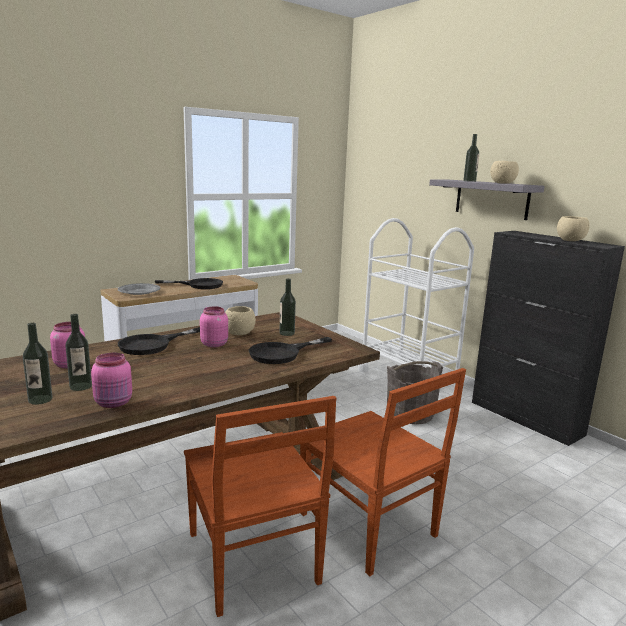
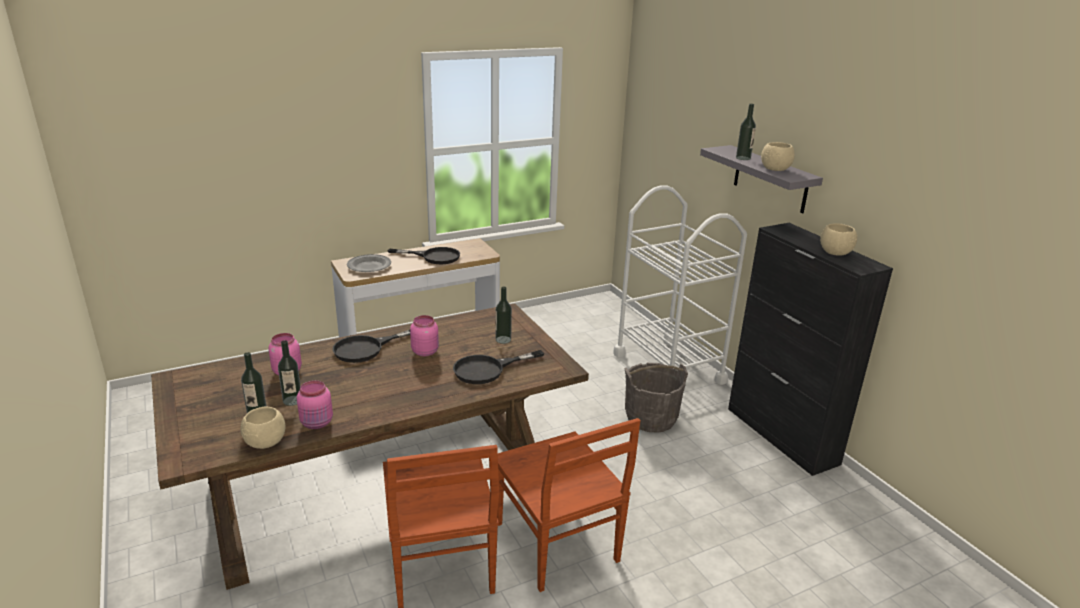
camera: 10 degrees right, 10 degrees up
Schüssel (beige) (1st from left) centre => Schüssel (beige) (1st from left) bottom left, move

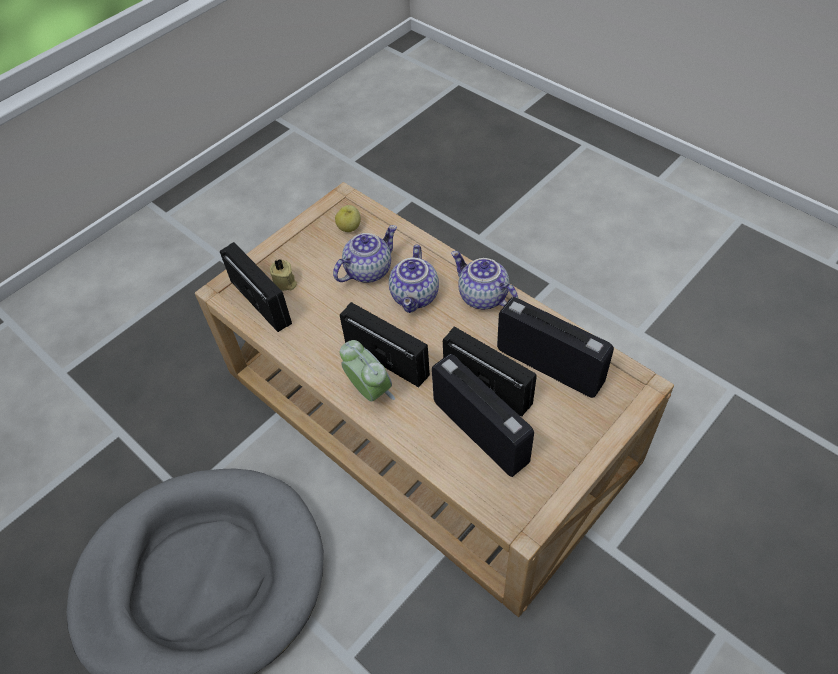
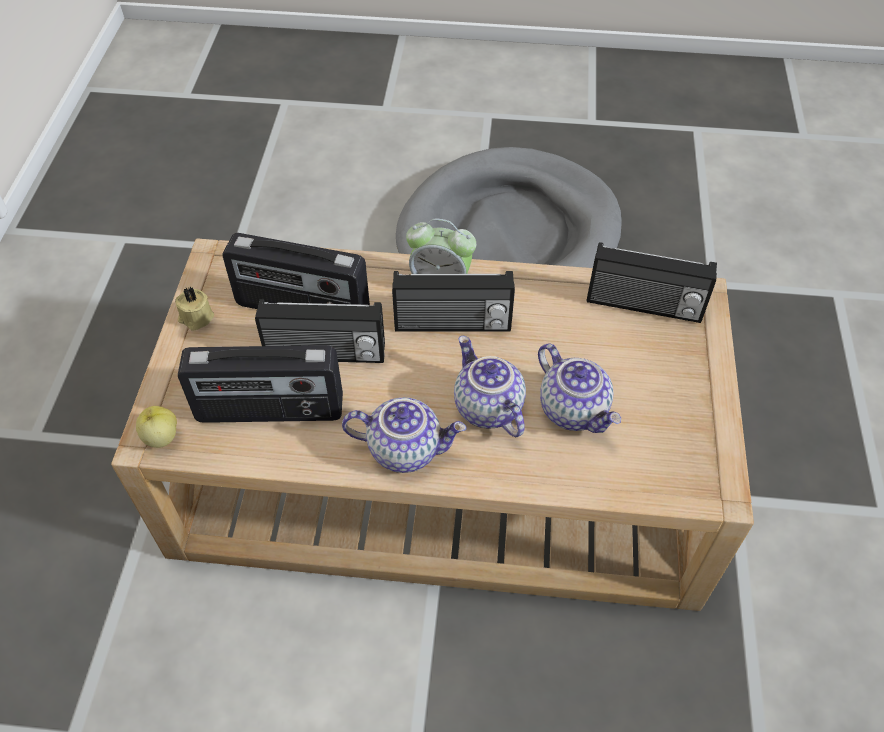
camera: 140 degrees right, 0 degrees up
Kerze (beige) centre => Kerze (beige) middle left, move
Teekanne (1st from left in the first image) centre => Teekanne (3rd from left) centre, 45 degrees counterclockwise
Apfel top centre => Apfel middle left, move

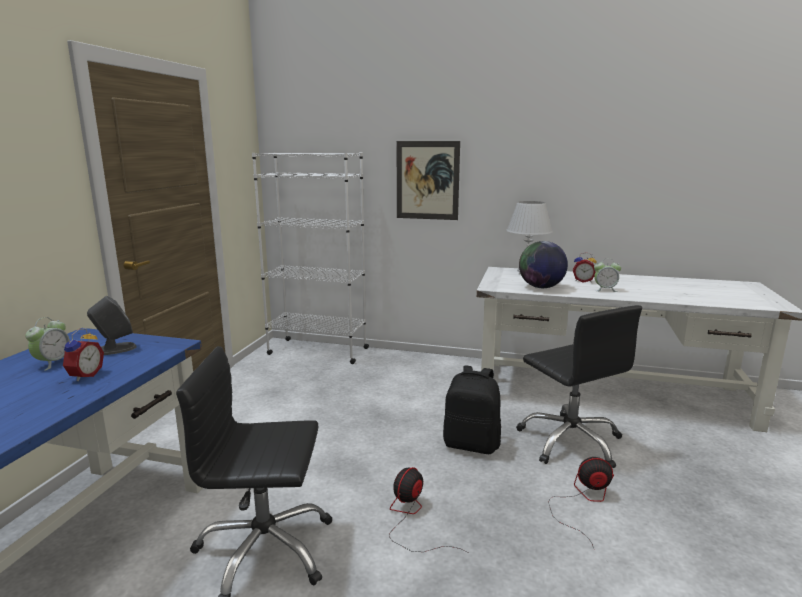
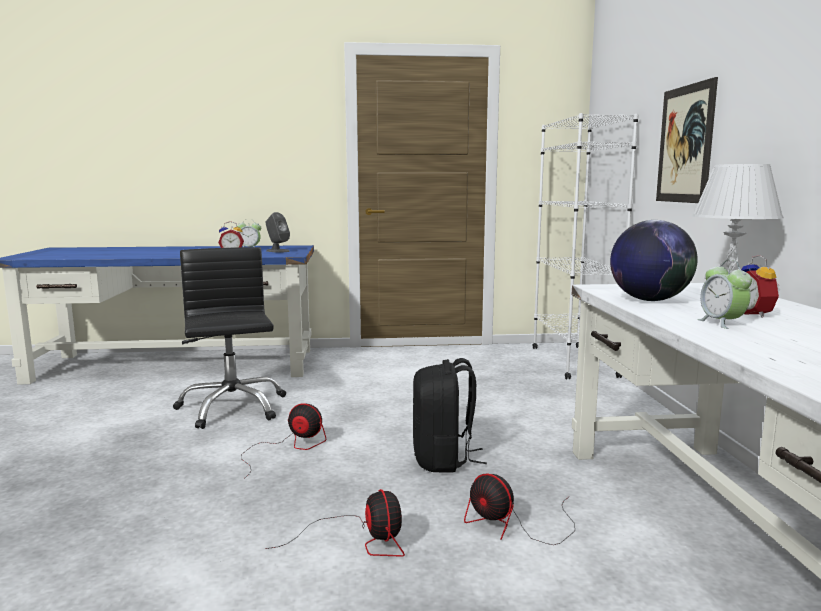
camera: 70 degrees right, 5 degrees down
Bürostuhl (schwarz) (2nd from left) middle right => Ventilator (3rd from left) bottom centre

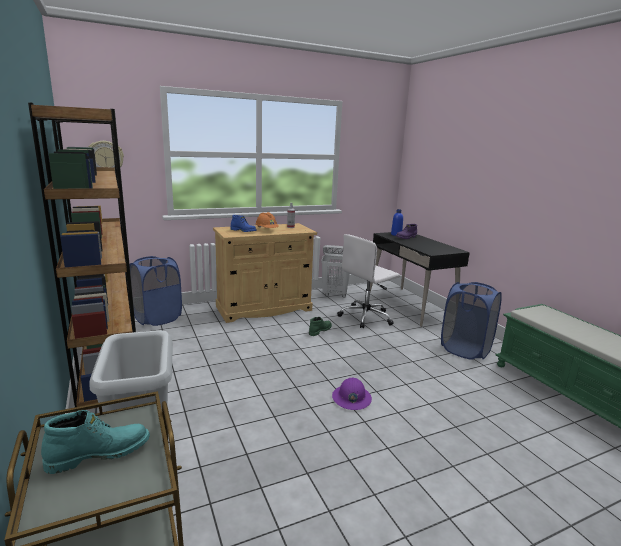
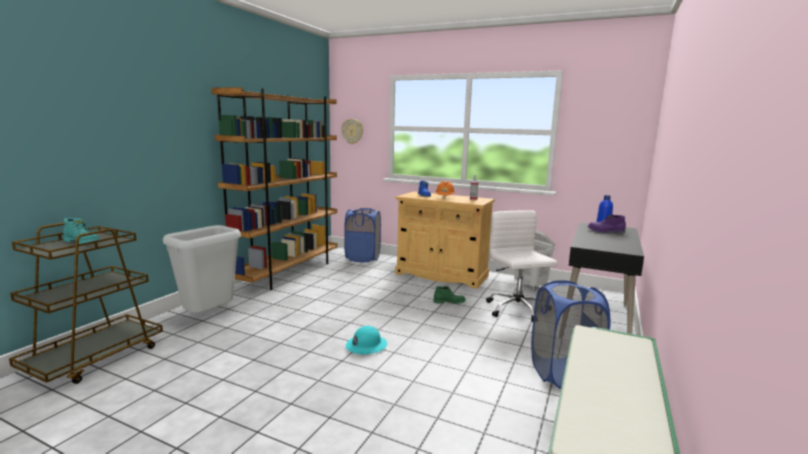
camera: 50 degrees right, 5 degrees down
Schutzhelm (lila) bottom centre => Schutzhelm (türkis) bottom centre
Bürostuhl (weiß) centre, 60 degrees clockwise

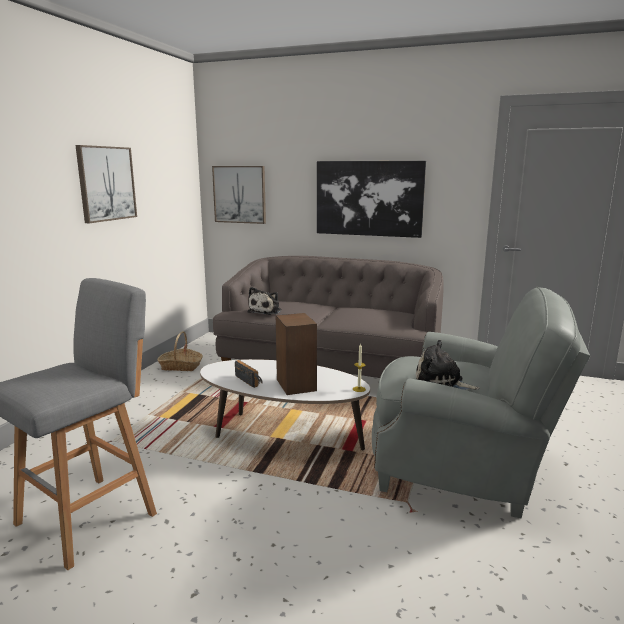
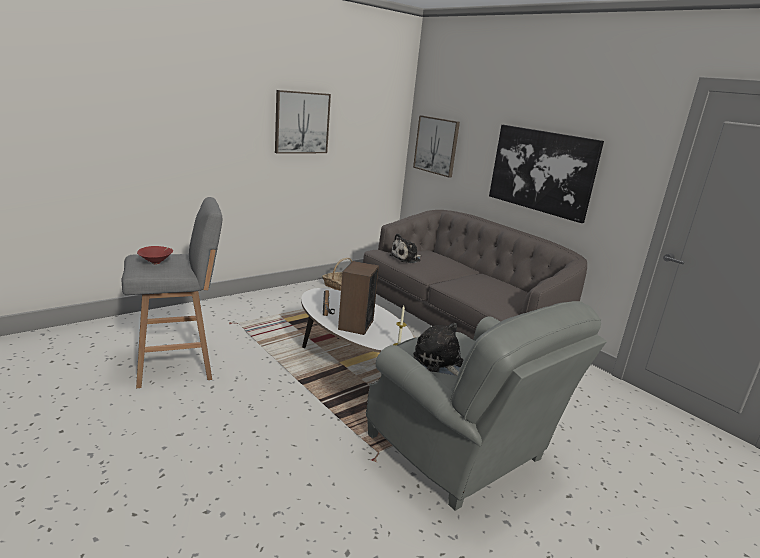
camera: 30 degrees right, 5 degrees up
nothing => Schüssel (rot) middle left

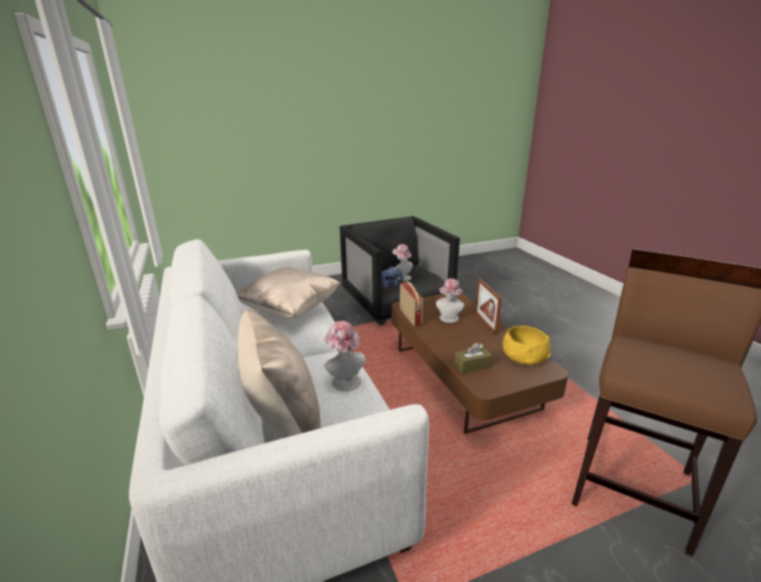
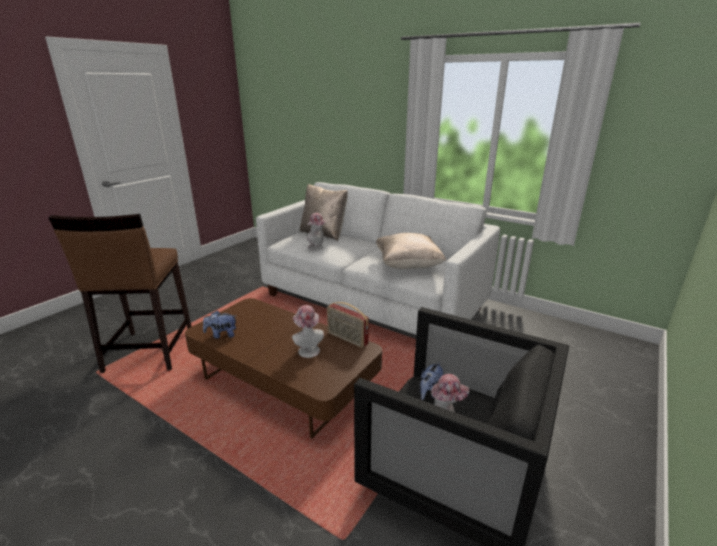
camera: 145 degrees right, 0 degrees up
Taschentuchbox (braun) centre => nothing
Bilderrahmen centre => nothing
Schüssel (gelb) middle right => Plüschtier (1st from left) middle left

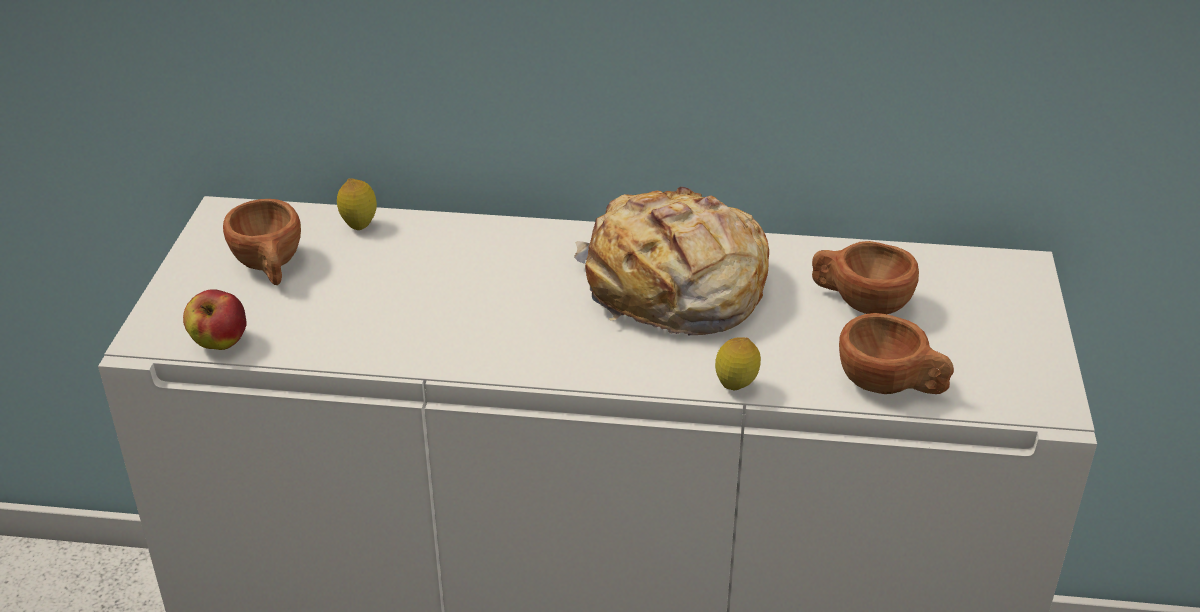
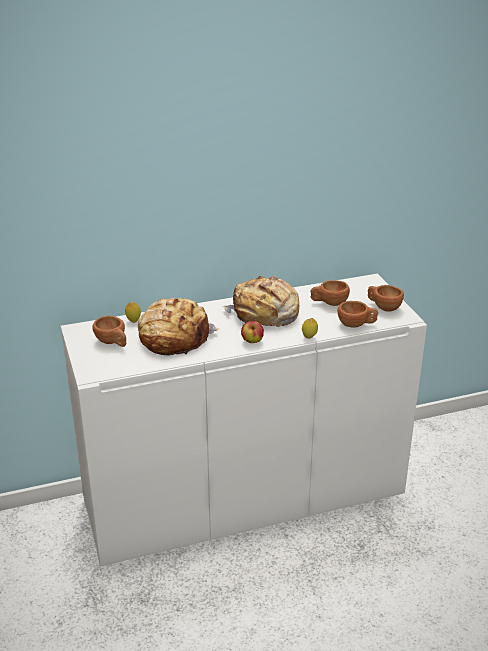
camera: 25 degrees left, 5 degrees down
Apfel middle left => Apfel centre, move
nothing => Brot (1st from left) centre
nothing => Tasse (braun) (4th from left) middle right

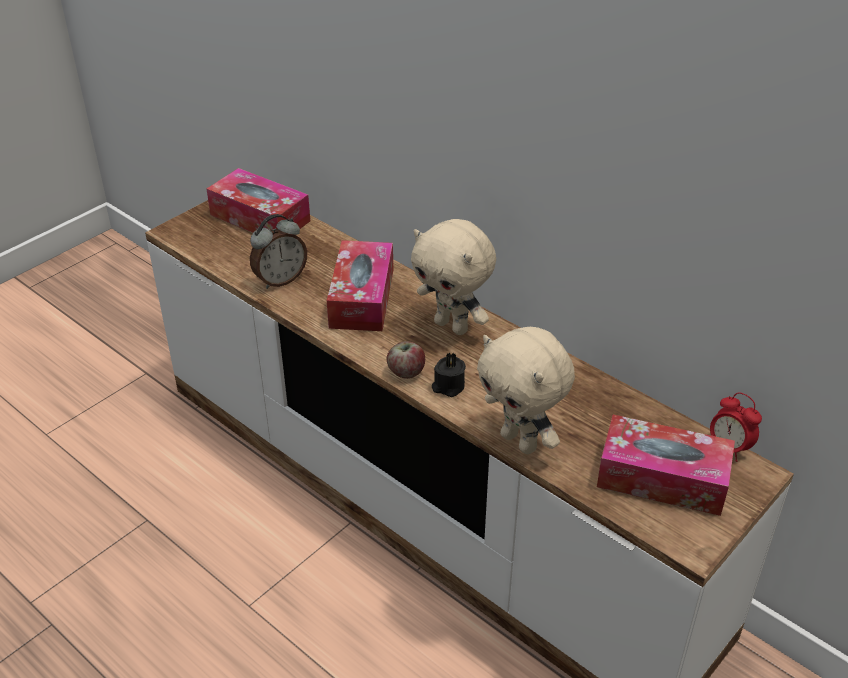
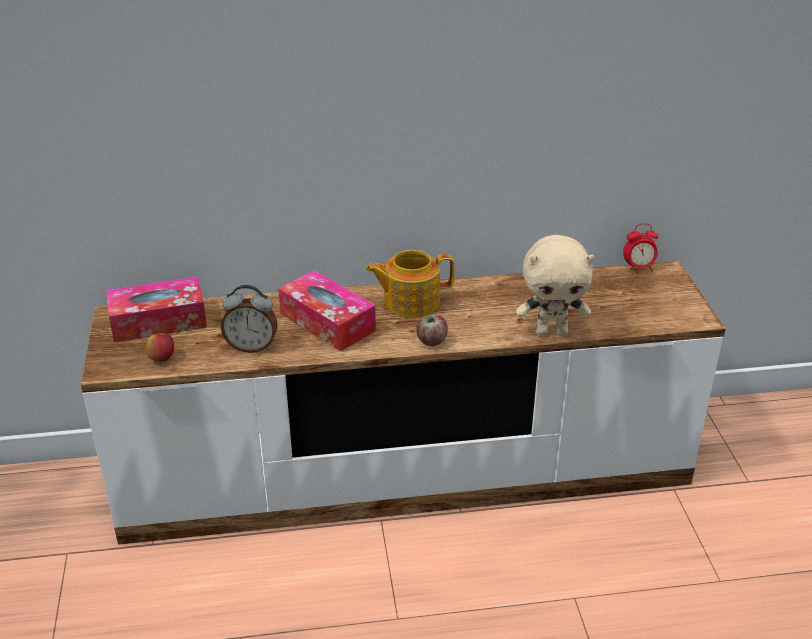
camera: 50 degrees left, 5 degrees down
Wecker (1st from left) middle left, 90 degrees clockwise
Plüschtier (beige) (1st from left) centre => Teekanne centre
Kerze (schwarz) centre => nothing
Taschentuchbox (3rd from left) bottom right => nothing
nothing => Apfel (1st from left) middle left

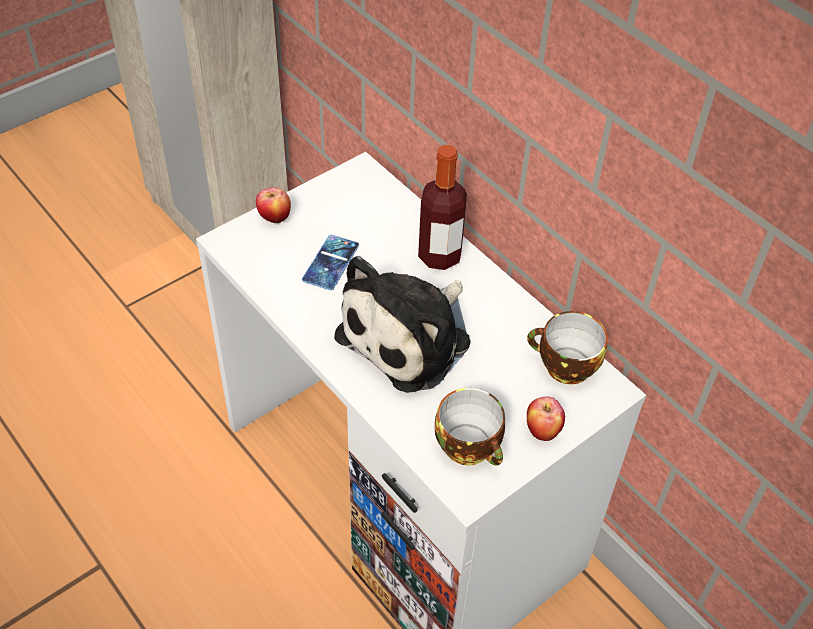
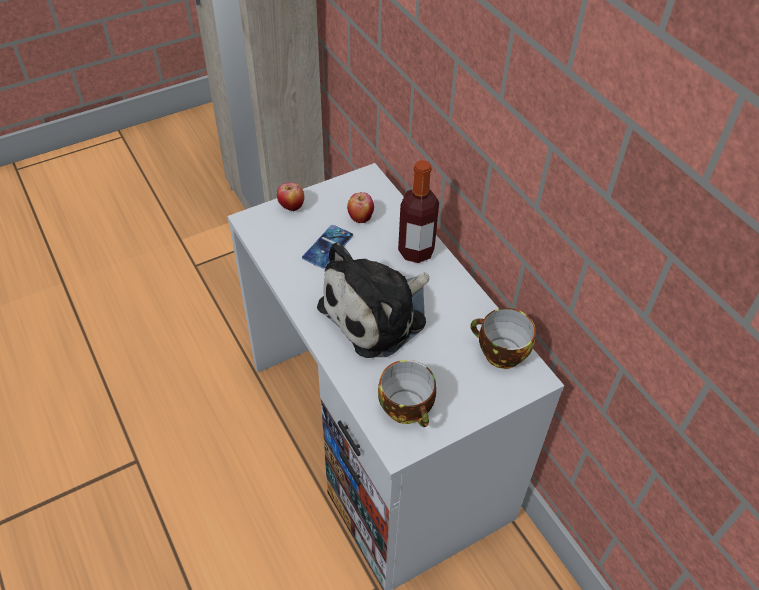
camera: 10 degrees right, 0 degrees up
Apfel (2nd from left) middle right => Apfel (2nd from left) centre, move

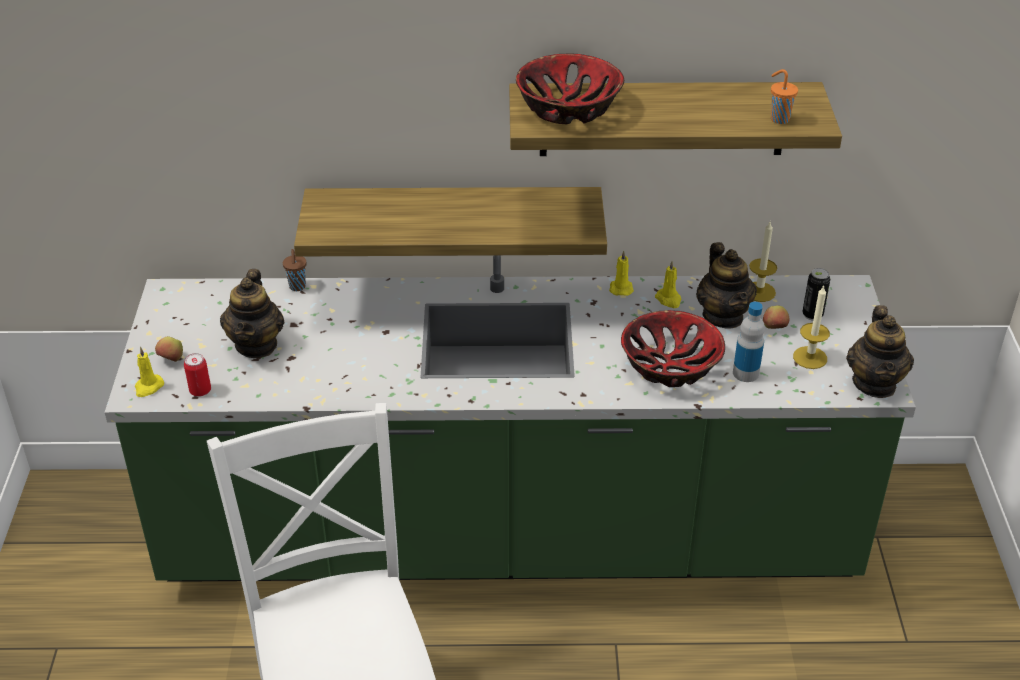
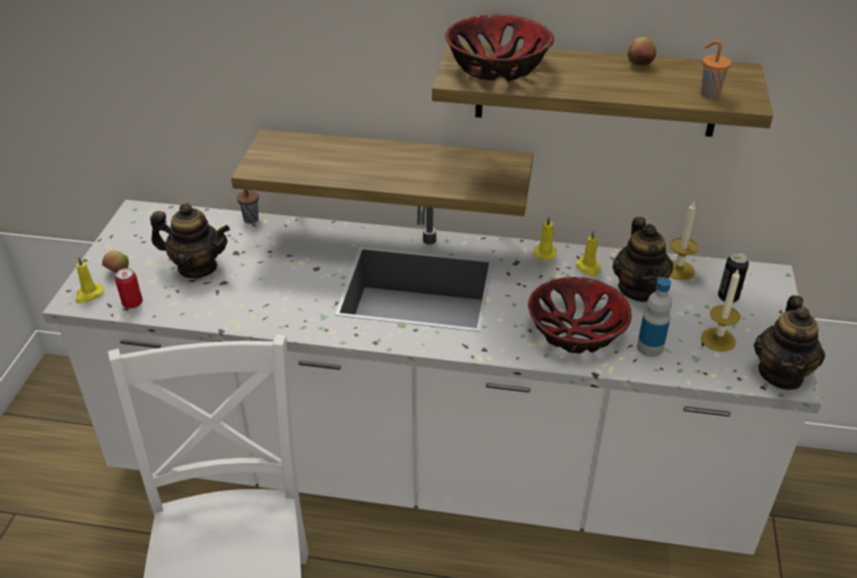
camera: 10 degrees right, 0 degrees up
Küchenzeile (grün) centre => Küchenzeile (weiß) centre
Teekanne (1st from left) middle left, 90 degrees counterclockwise
Apfel (2nd from left) middle right => Apfel (2nd from left) top right, move

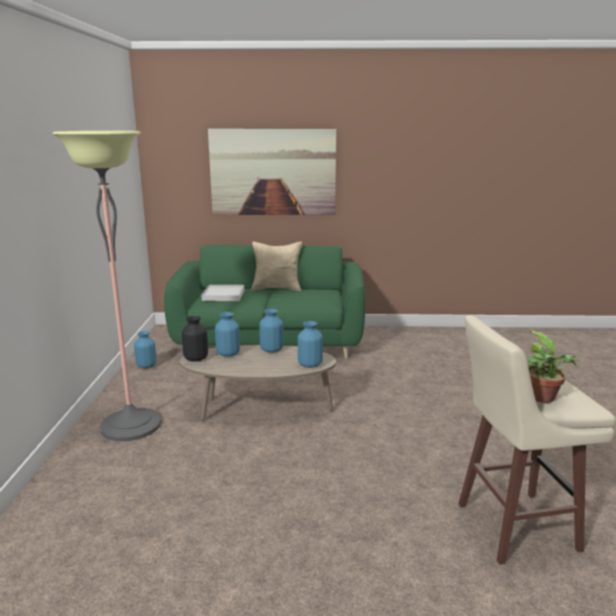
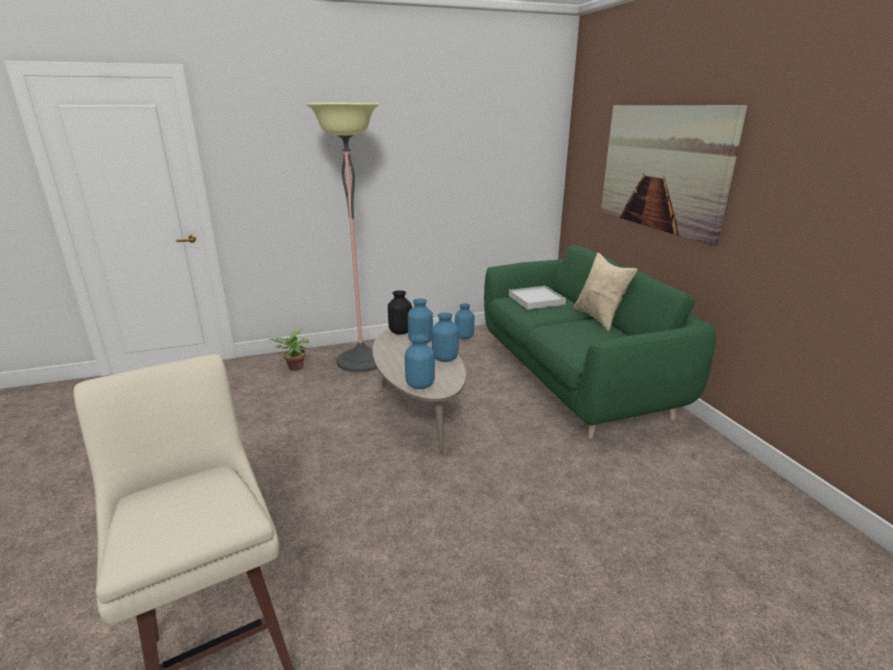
camera: 70 degrees right, 5 degrees up
Topfpflanze middle right => Topfpflanze middle left, move

